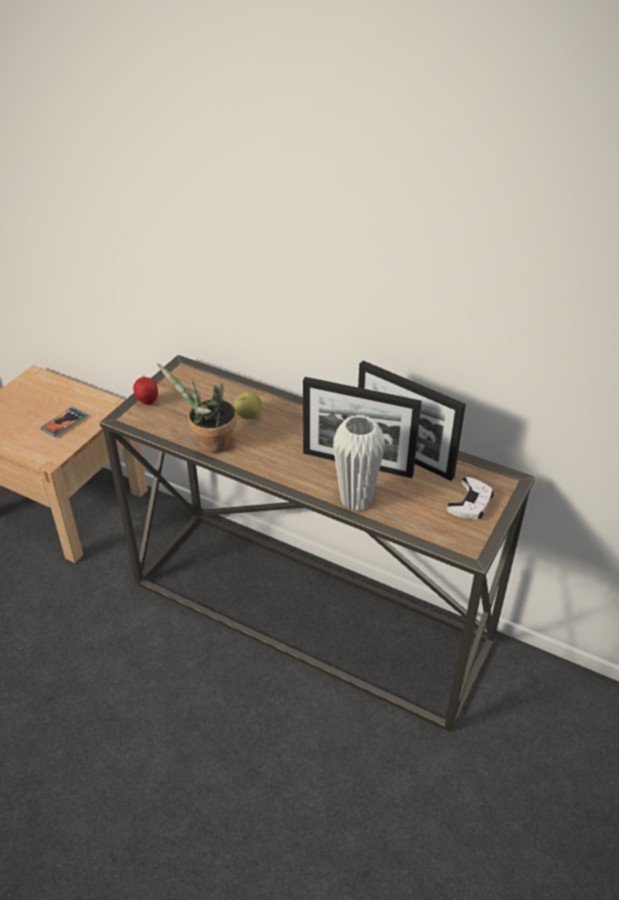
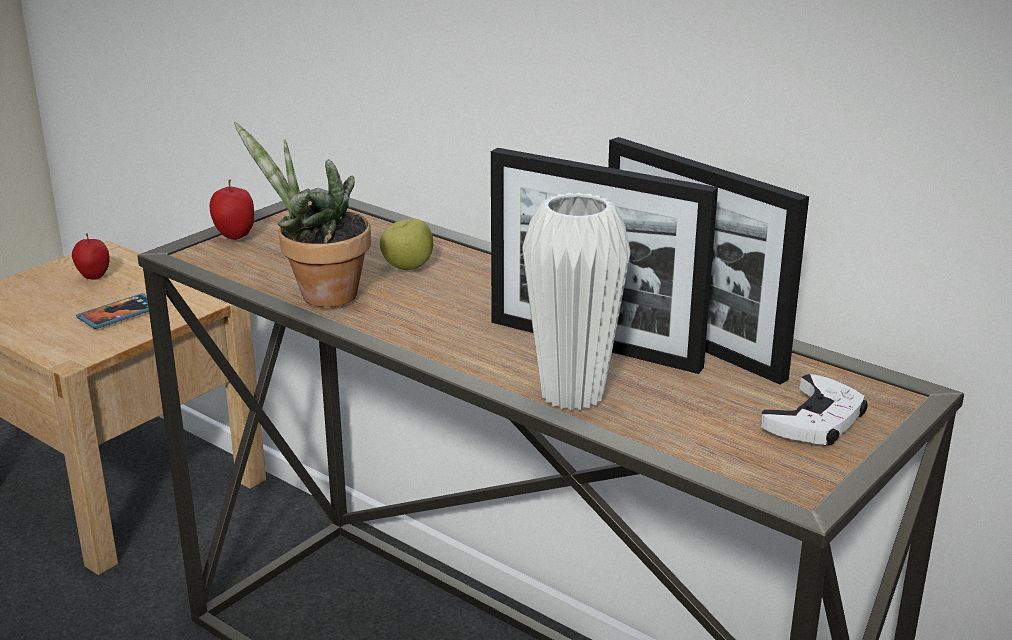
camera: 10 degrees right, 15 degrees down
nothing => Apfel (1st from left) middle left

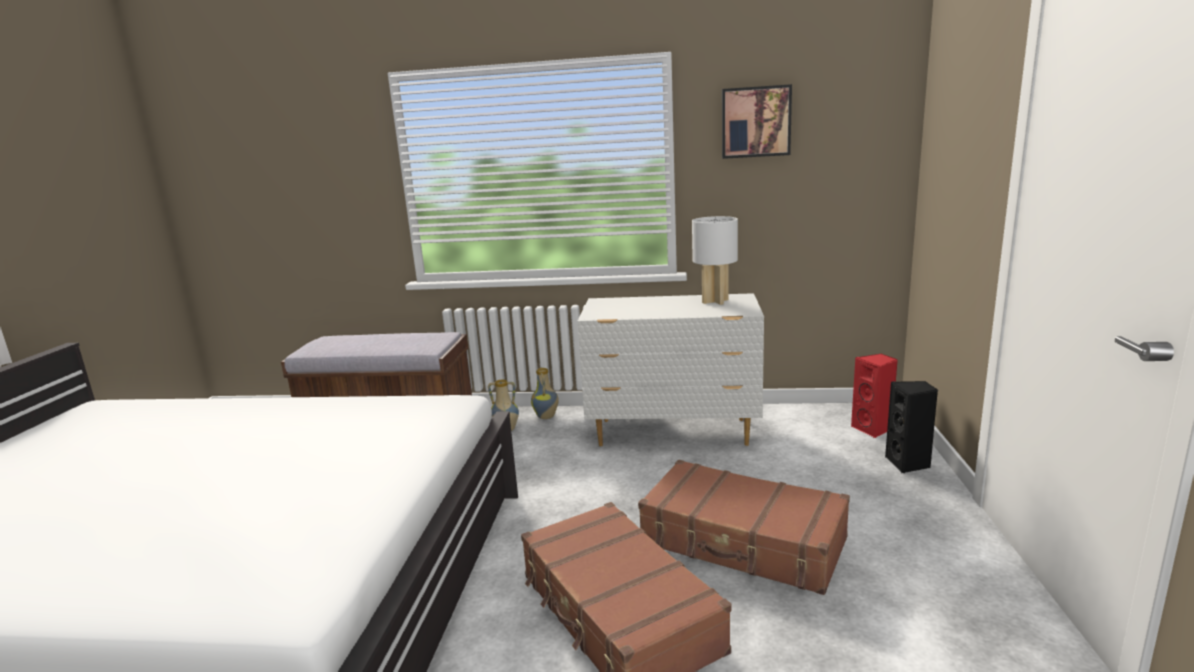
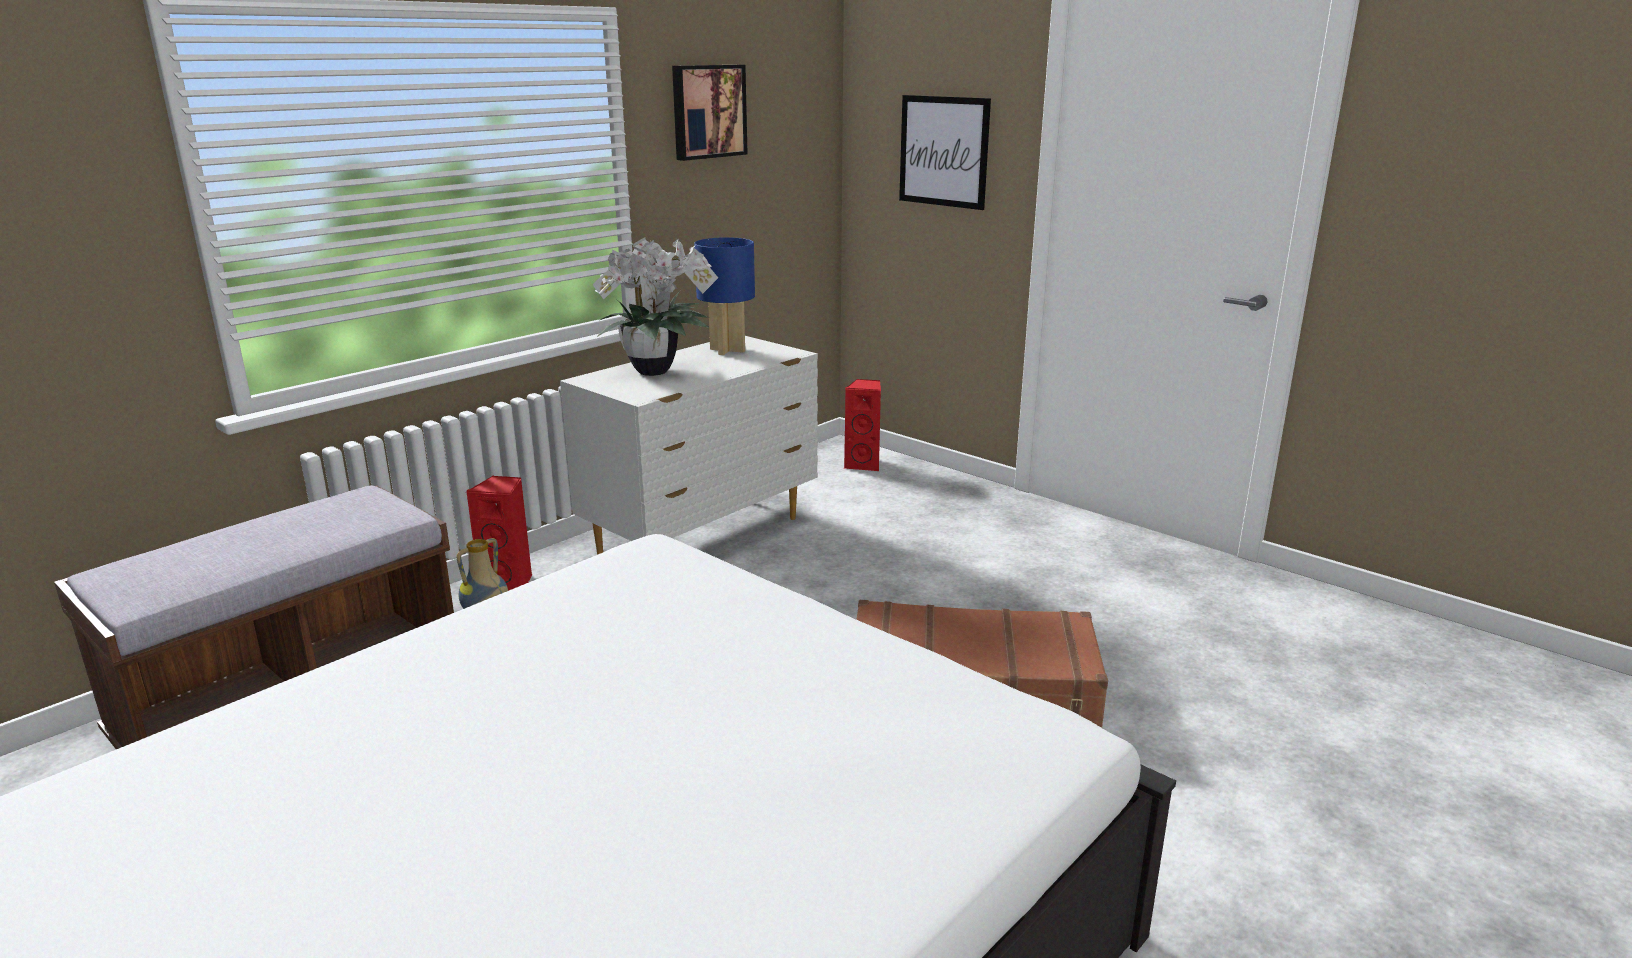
camera: 55 degrees left, 5 degrees up
Vase (2nd from left) centre => Lautsprecher (rot) (1st from left) middle left
Koffer (braun) (2nd from left) bottom centre => nothing
Tischlampe (weiß) centre => Tischlampe (blau) top centre
Lautsprecher (schwarz) middle right => nothing
nothing => Topfpflanze top centre
nothing => Bild (2nd from left) top centre

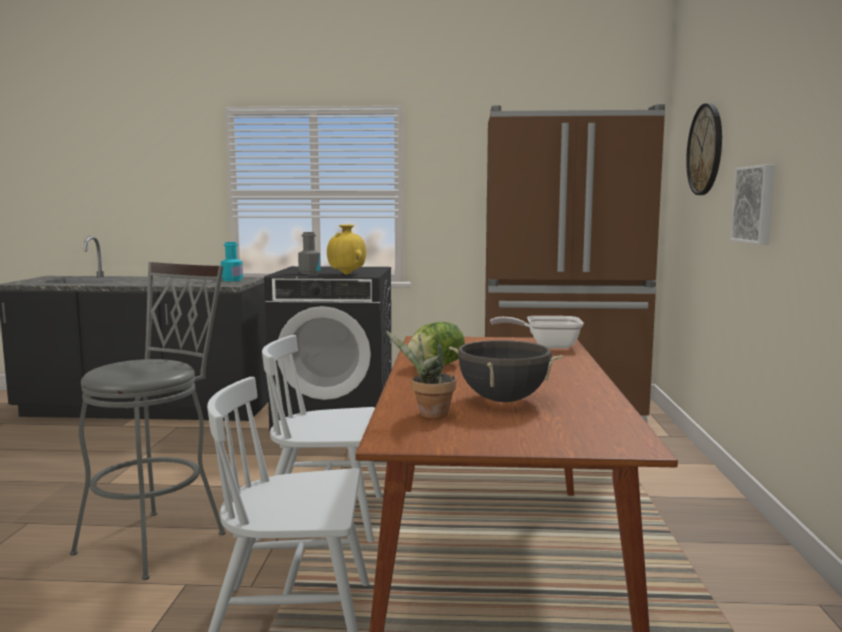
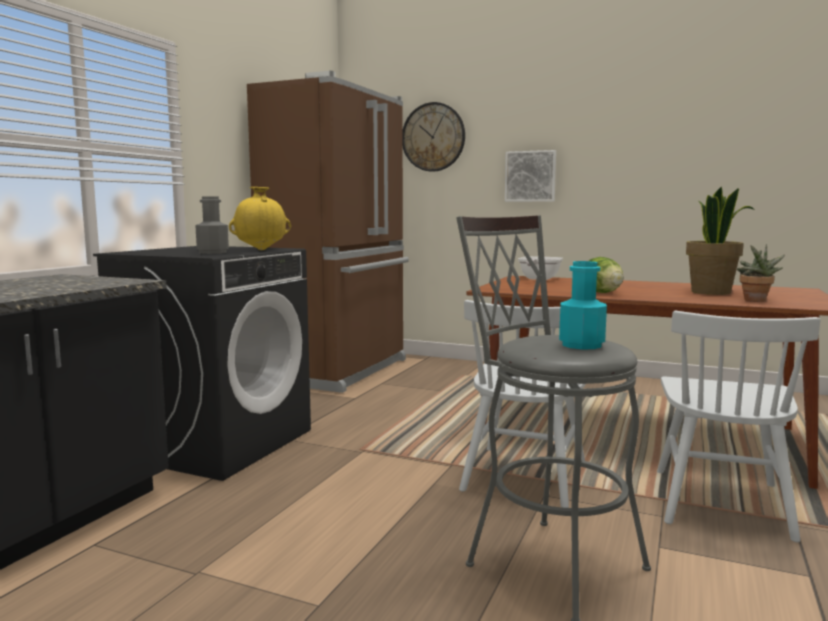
camera: 70 degrees left, 0 degrees up
Flasche (türkis) middle left => Flasche (türkis) middle right, move
Kochtopf (schwarz) centre => Topfpflanze (1st from left) middle right

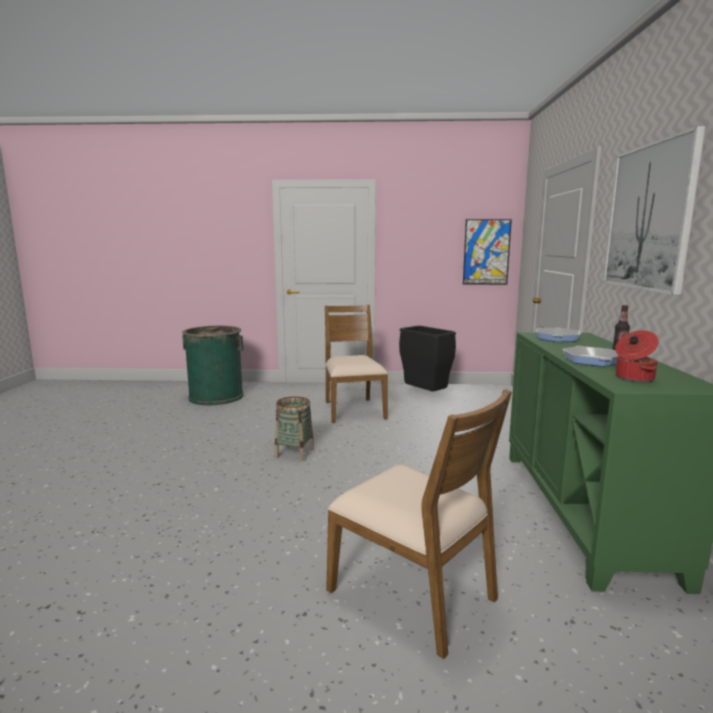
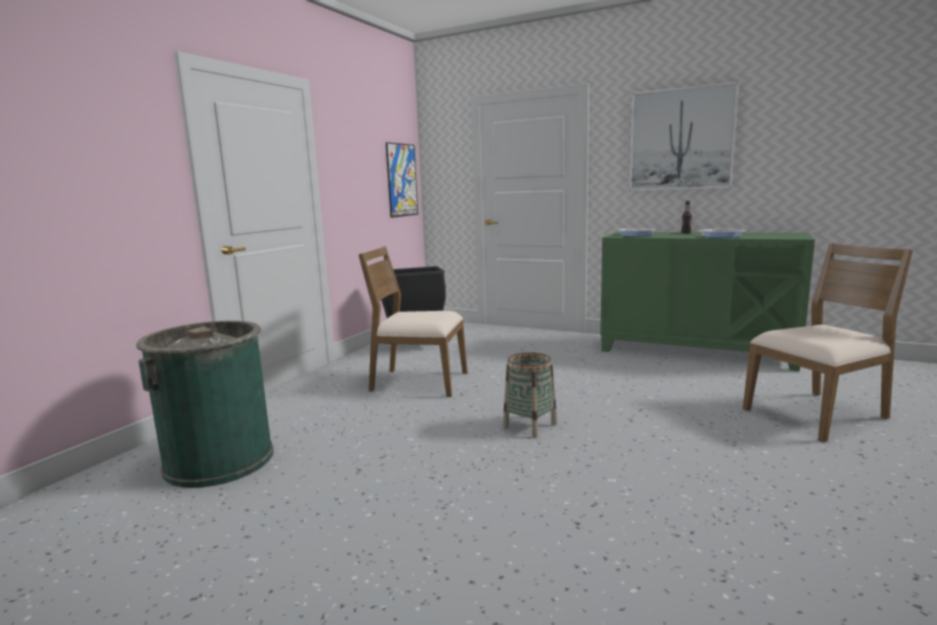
camera: 65 degrees left, 0 degrees up
Kochtopf middle right => nothing

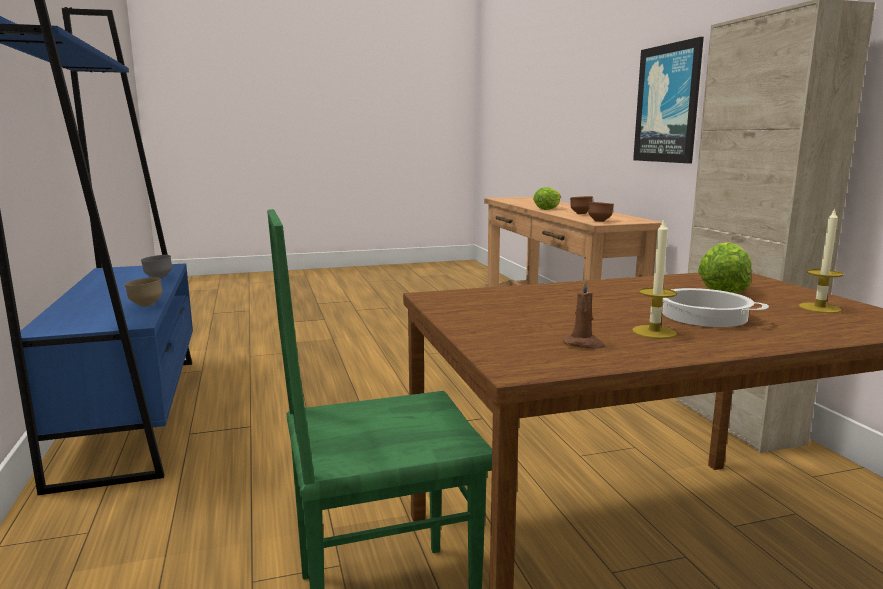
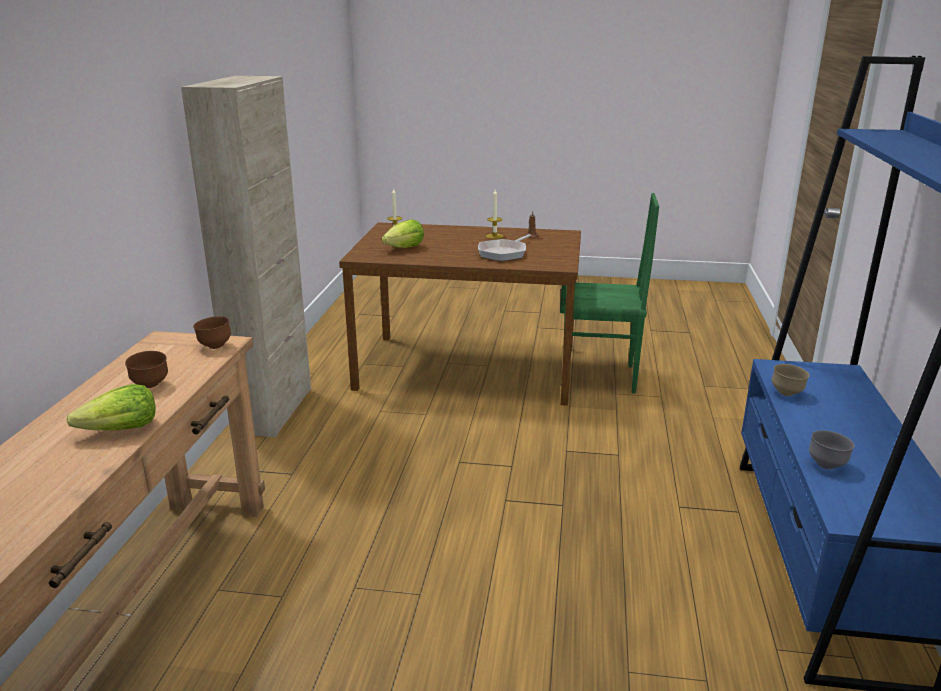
camera: 155 degrees left, 10 degrees up
Bild top right => nothing
Kochtopf middle right => nothing
nothing => Pfanne centre

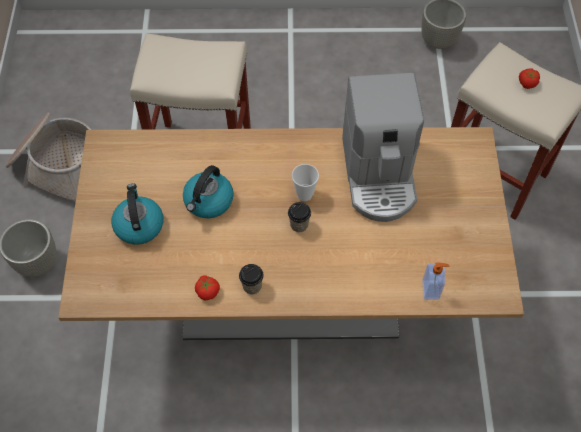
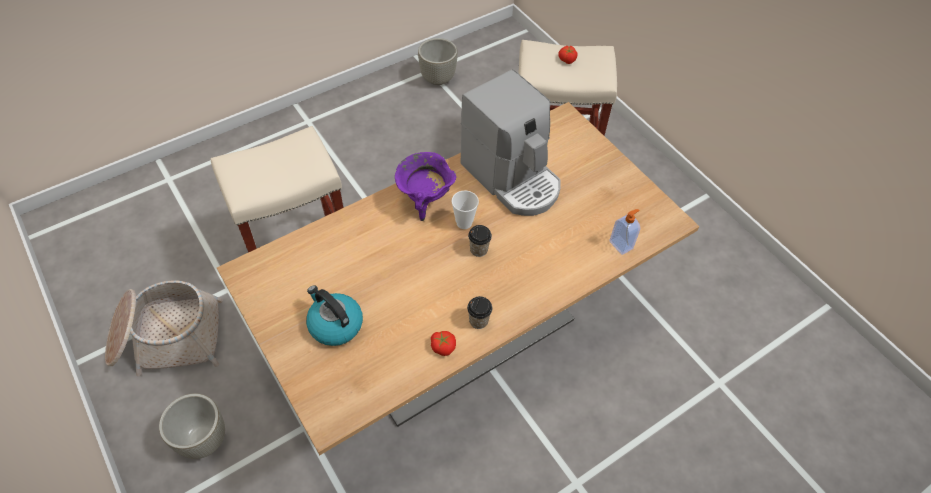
camera: 35 degrees left, 5 degrees down
Wasserkessel (2nd from left) centre => nothing
nothing => Kochtopf (lila) centre

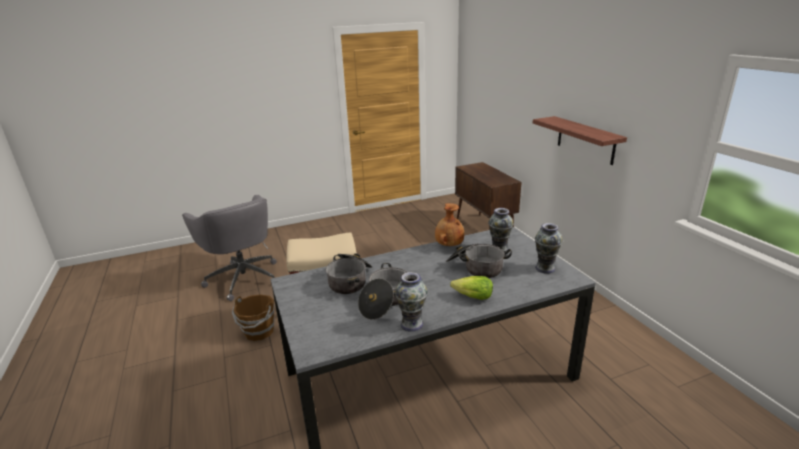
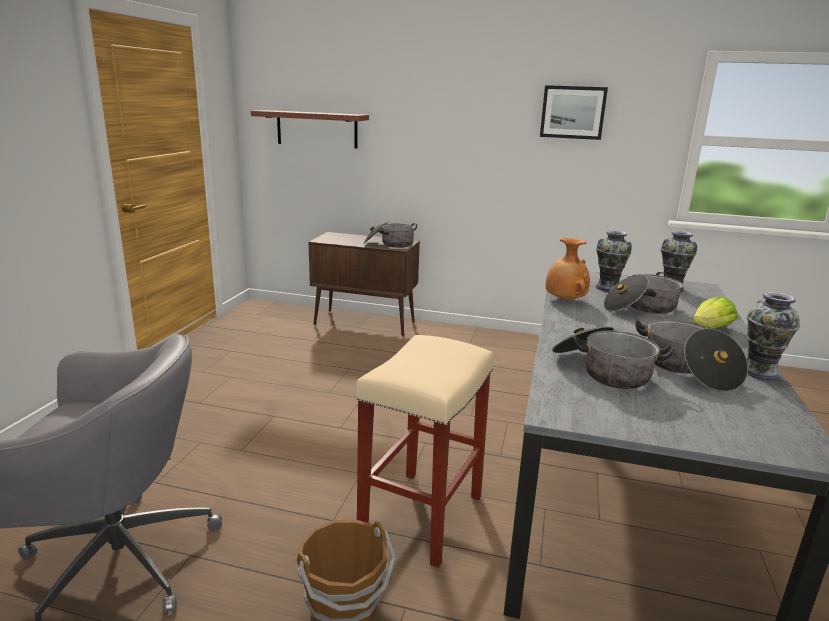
camera: 55 degrees left, 5 degrees down
Wandregal top right => Wandregal top centre, move
nothing => Kochtopf (1st from left) centre
nothing => Bild top right

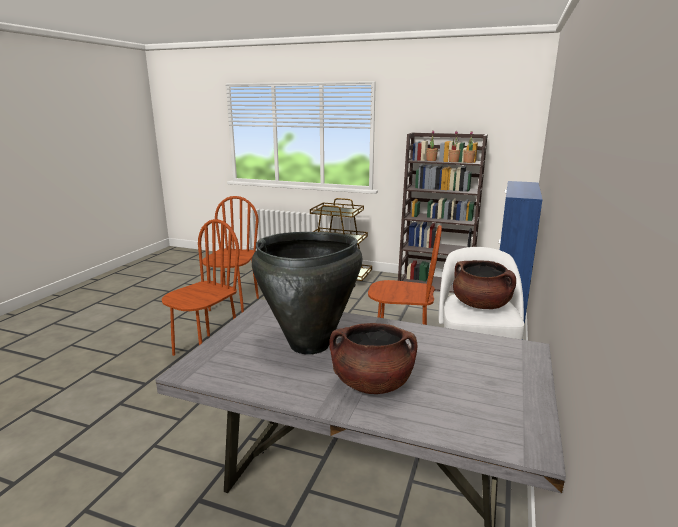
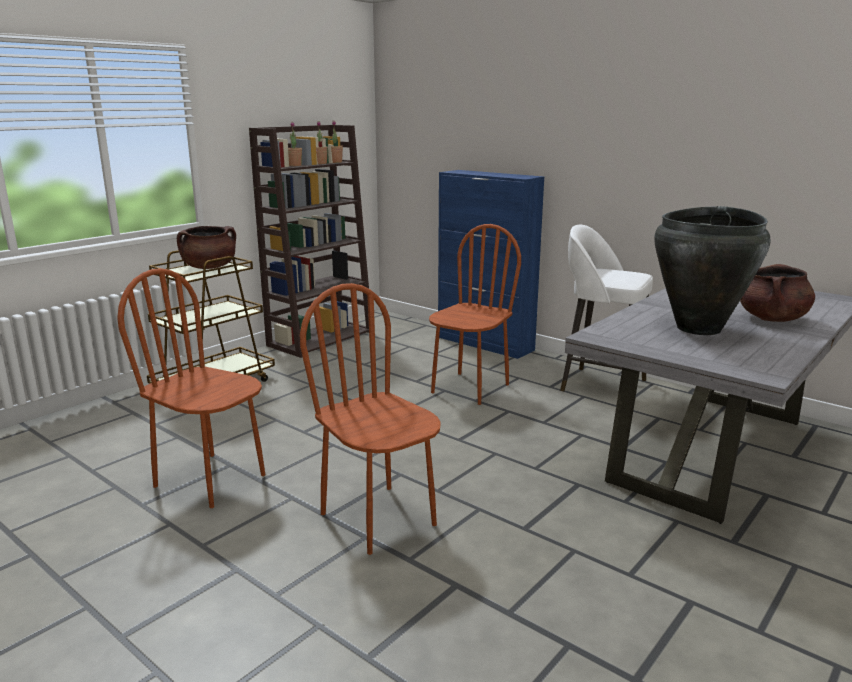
camera: 70 degrees left, 0 degrees up
Kochtopf (braun) (2nd from left in the first image) middle right => Kochtopf (braun) (1st from left) middle left, move

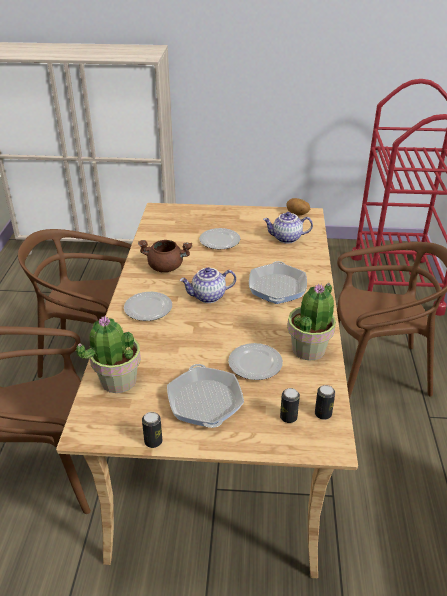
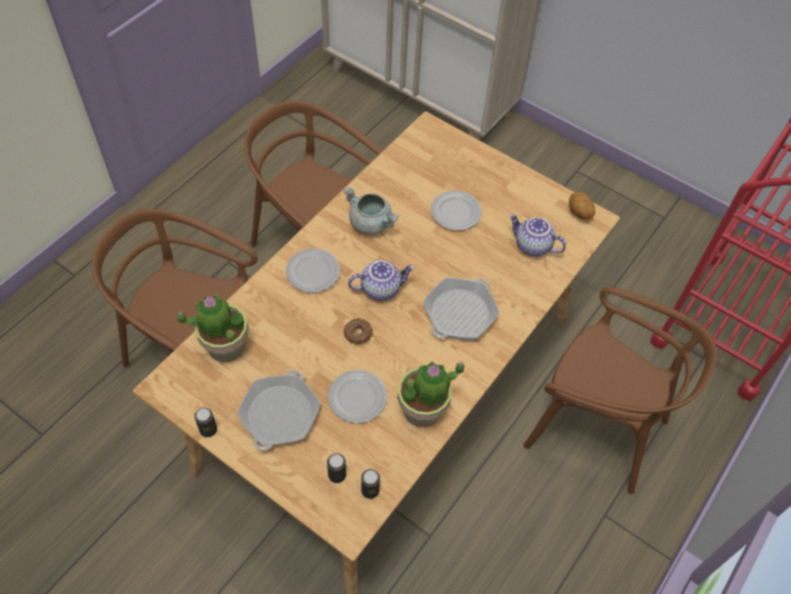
camera: 30 degrees right, 20 degrees up
Kochtopf (braun) centre => Kochtopf (grau) centre
Teekanne (1st from left) centre, 150 degrees clockwise
nothing => Donut centre

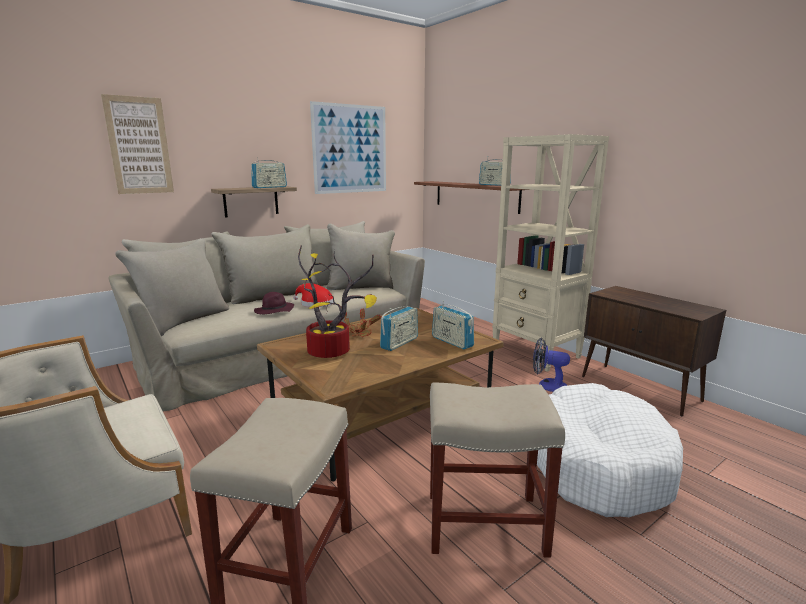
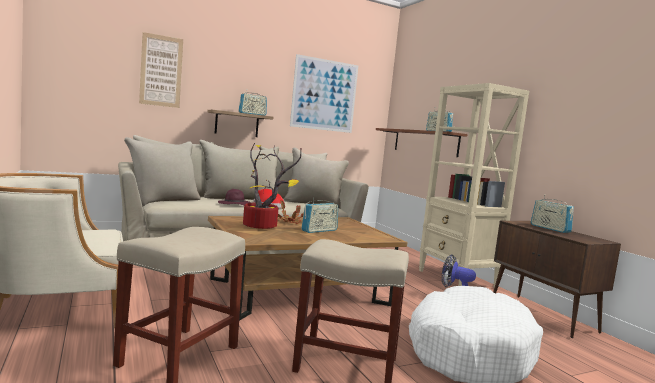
camera: 10 degrees right, 10 degrees down
Radio (3rd from left in the first image) centre => Radio (4th from left) middle right, move

